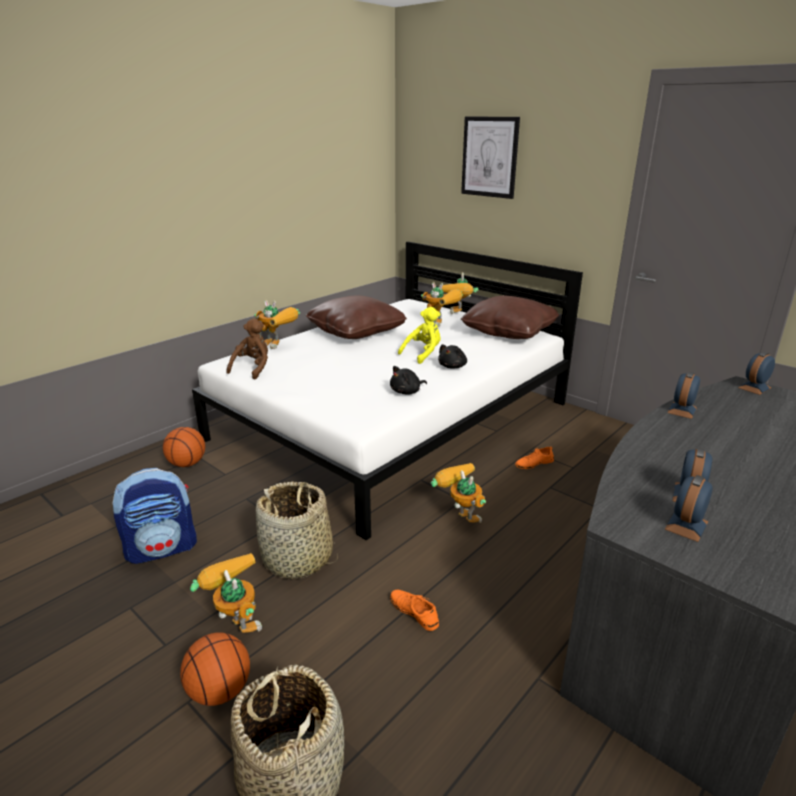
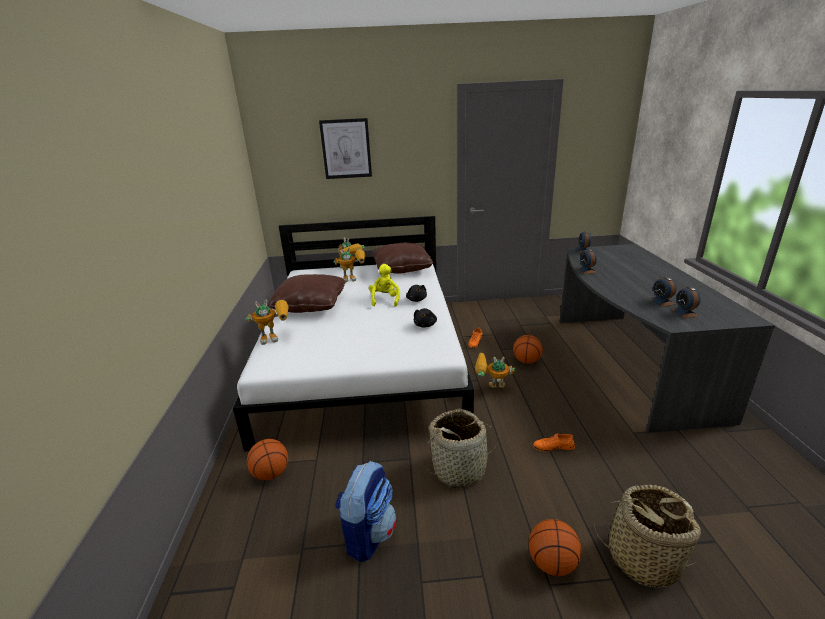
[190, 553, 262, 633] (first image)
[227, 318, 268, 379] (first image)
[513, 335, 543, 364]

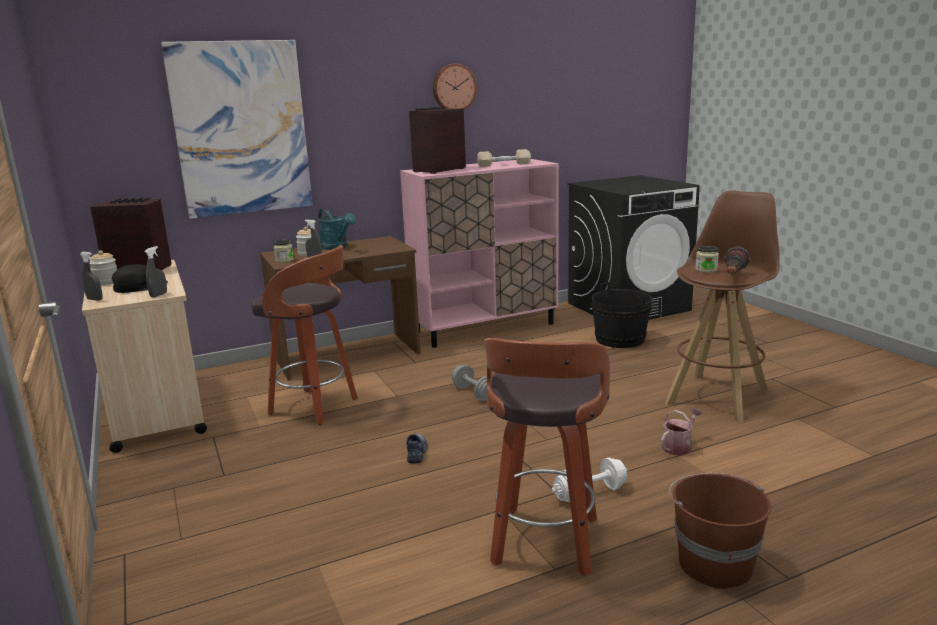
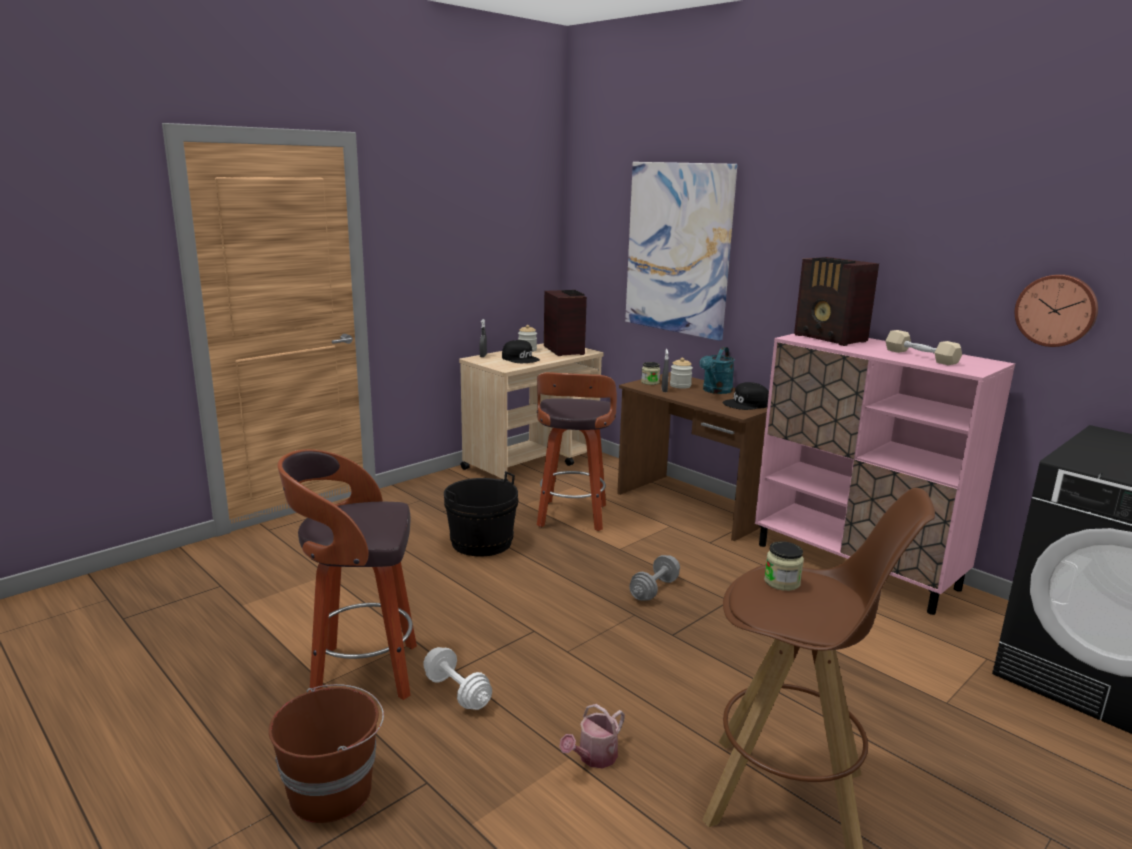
[145, 246, 167, 298] (first image)
[406, 433, 428, 464] (first image)
[794, 257, 879, 346]
[1015, 274, 1098, 347]
[444, 471, 518, 557]
[559, 704, 625, 768]
[724, 246, 750, 274] (first image)
[723, 382, 769, 410]

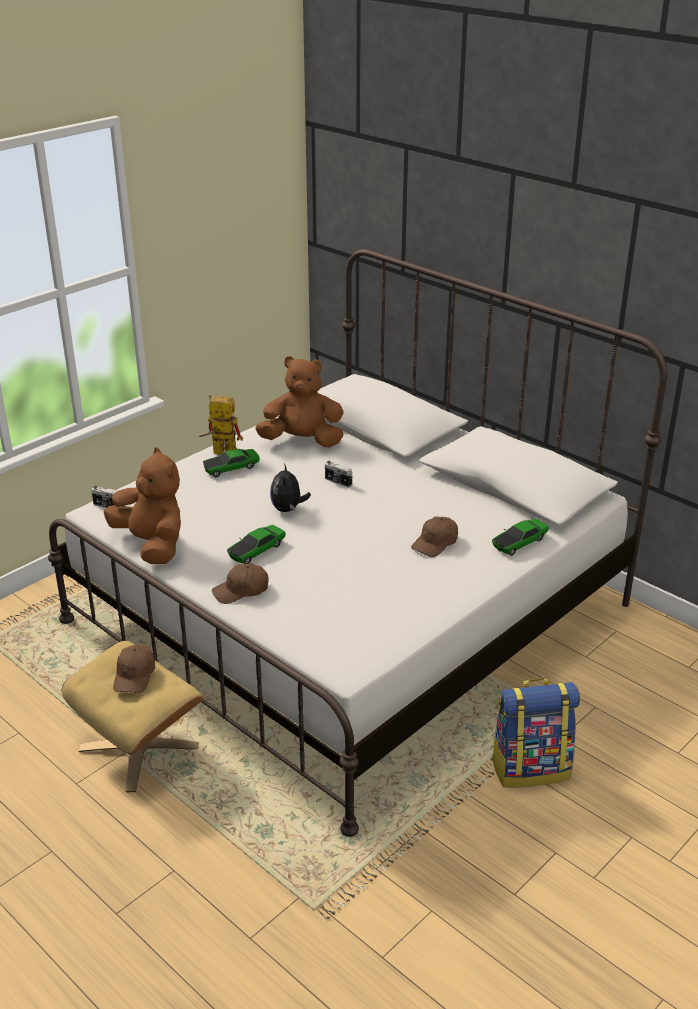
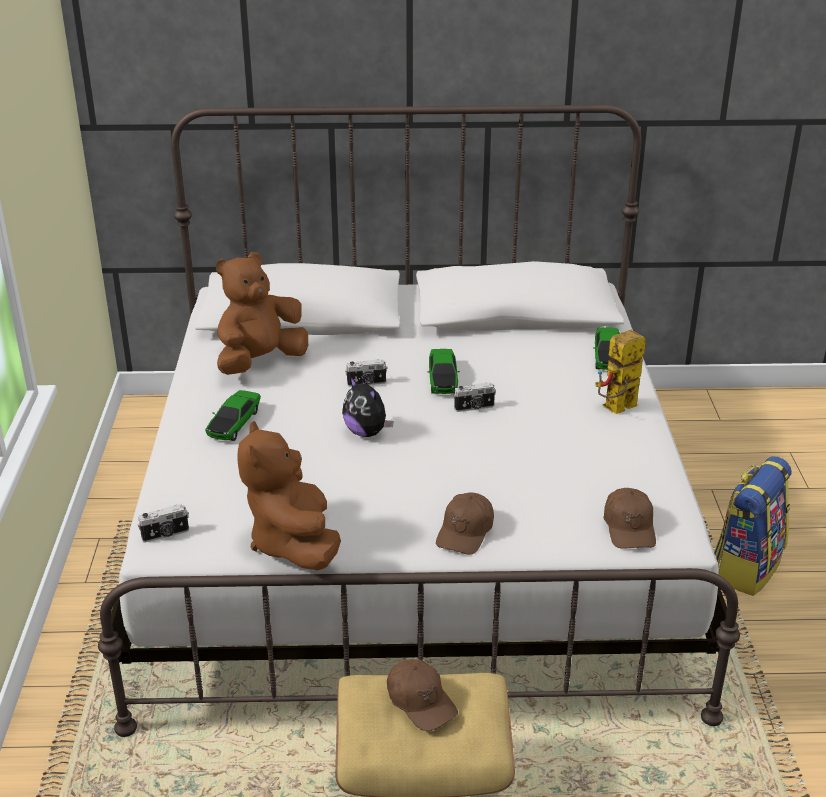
[238, 421, 341, 570]
[595, 330, 646, 414]
[427, 349, 460, 394]
[603, 488, 656, 549]
[453, 382, 496, 412]

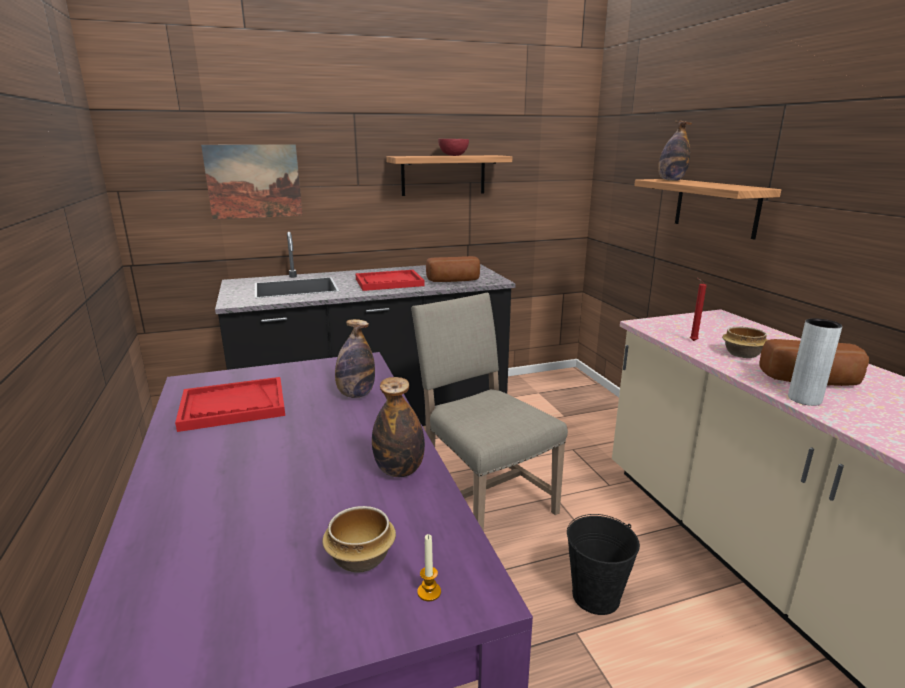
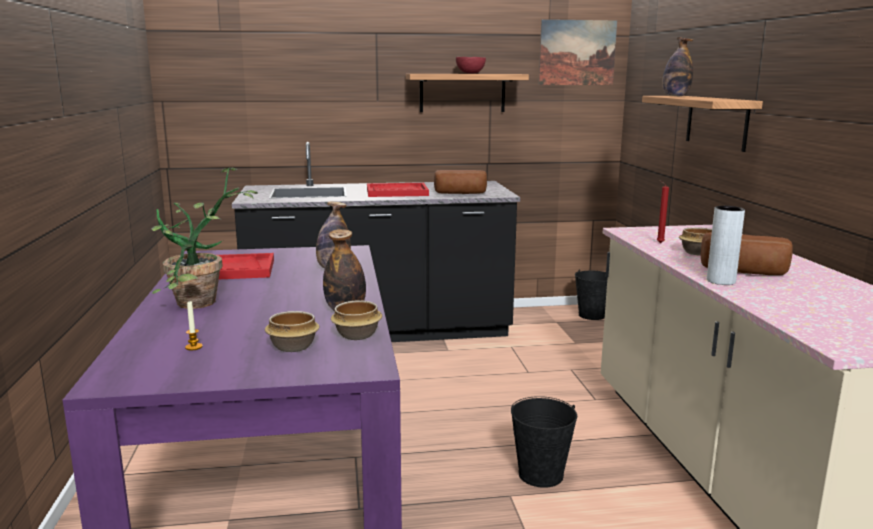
[539, 19, 617, 85]
[411, 293, 568, 532] (first image)
[185, 301, 203, 350]
[152, 167, 258, 309]
[331, 300, 382, 340]
[575, 270, 607, 320]

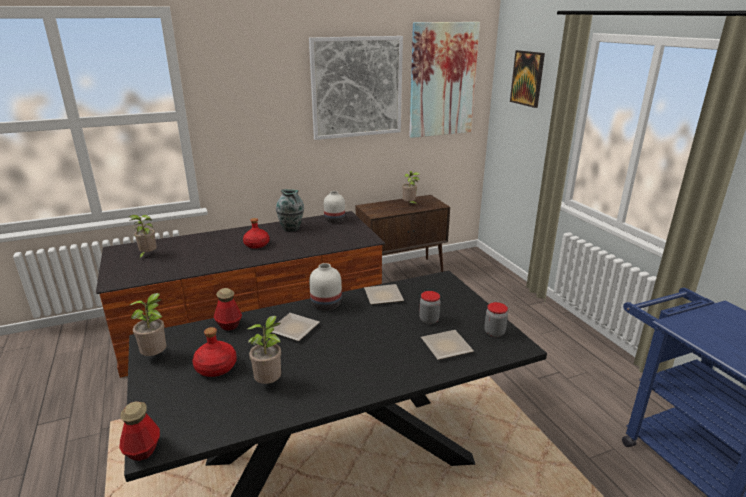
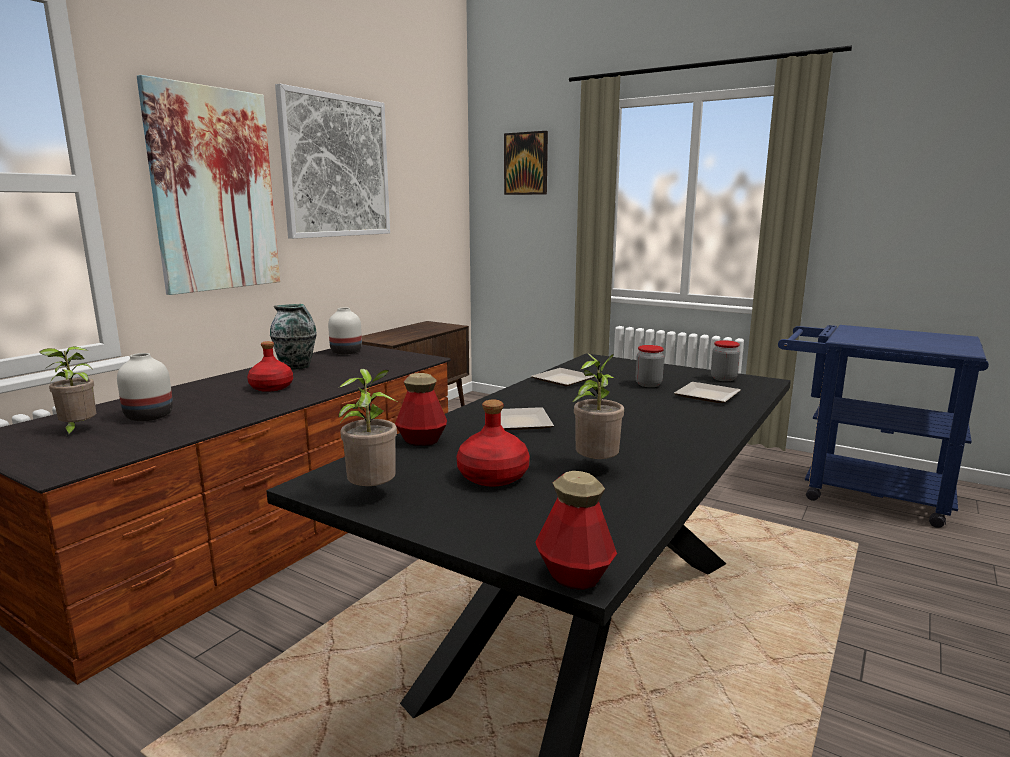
[117, 353, 173, 421]
[402, 171, 420, 205] (first image)
[137, 75, 280, 295]

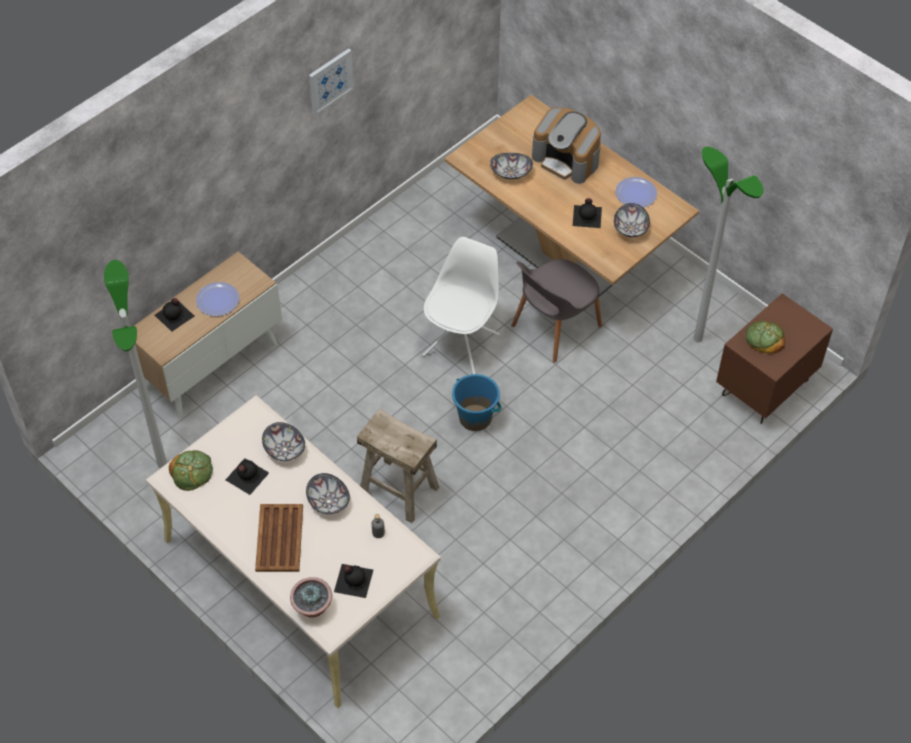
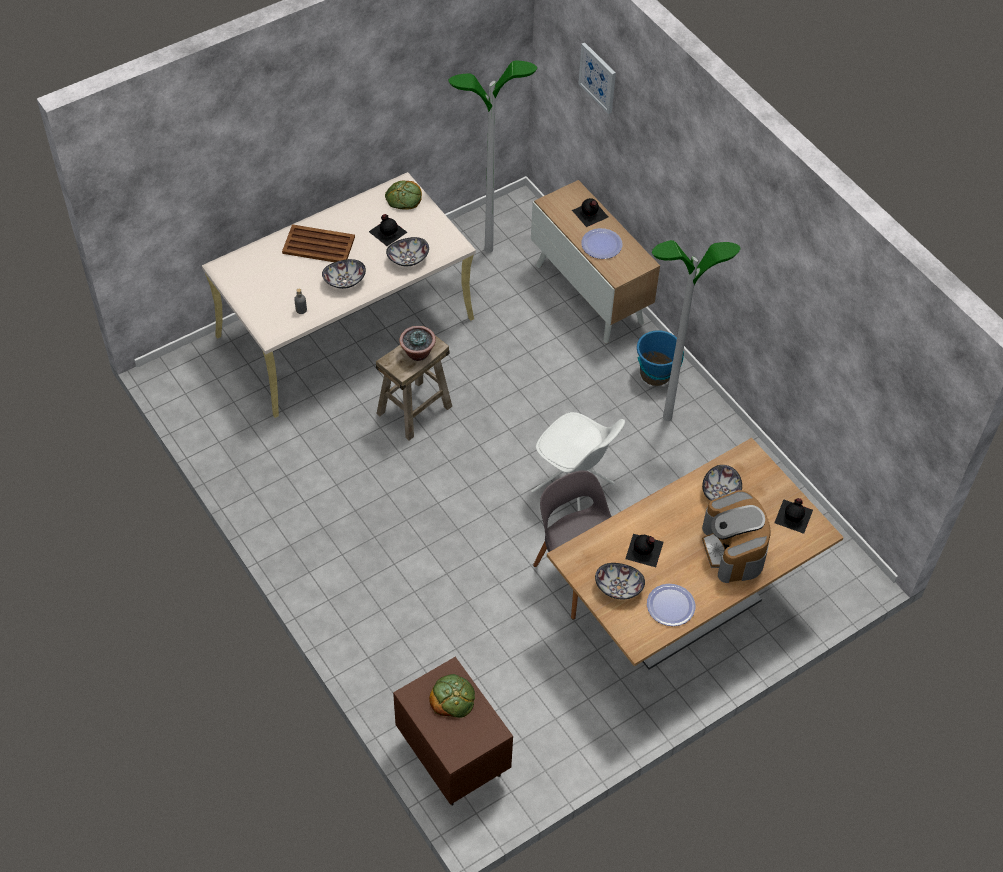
[399, 326, 436, 361]
[578, 43, 616, 114]
[774, 498, 813, 534]
[637, 330, 684, 386]
[702, 490, 770, 583]
[652, 240, 740, 421]

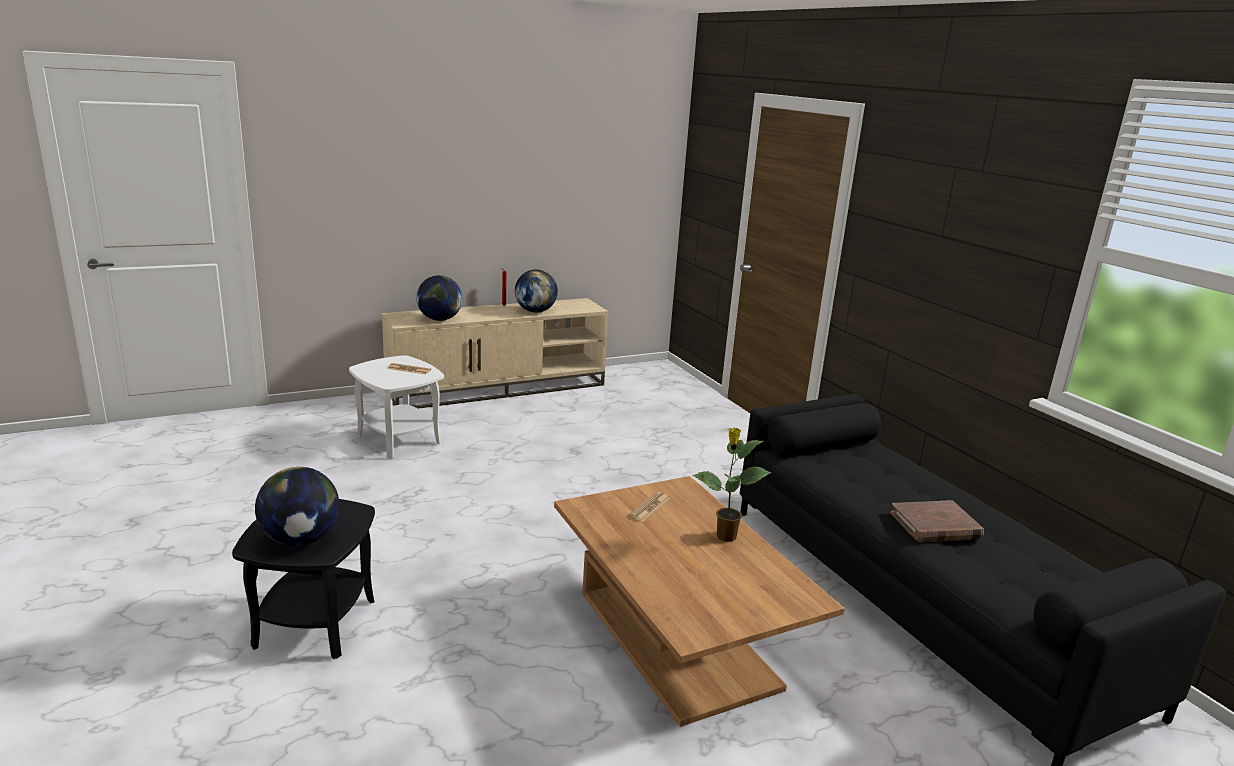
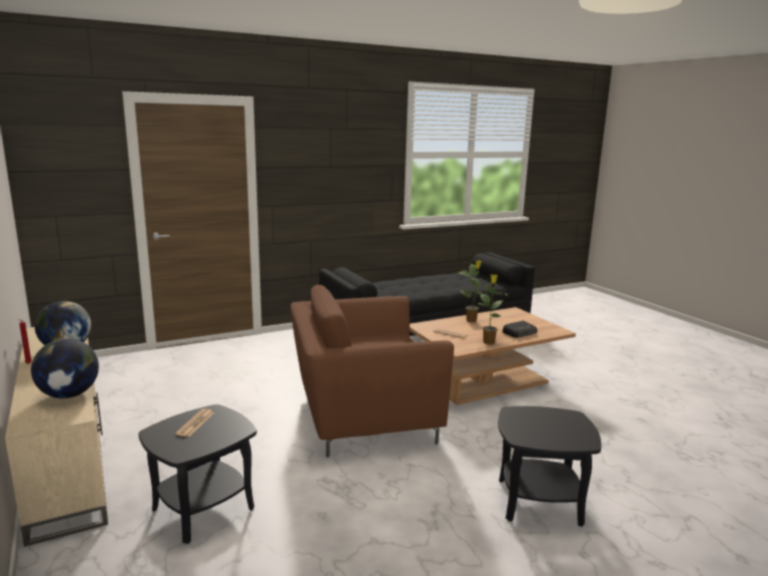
[255, 467, 339, 546] (first image)
[139, 404, 257, 544]
[890, 500, 984, 542] (first image)
[291, 285, 454, 457]
[478, 274, 507, 345]
[502, 321, 537, 338]

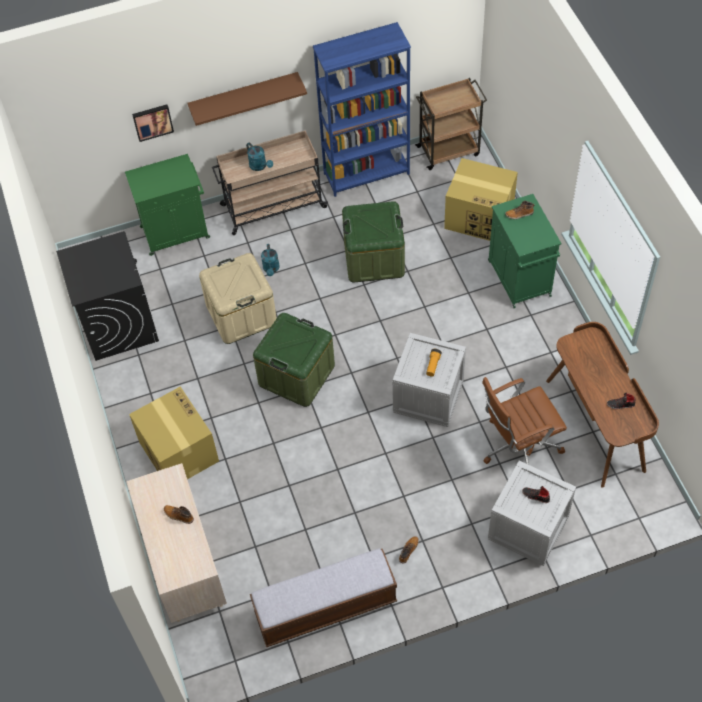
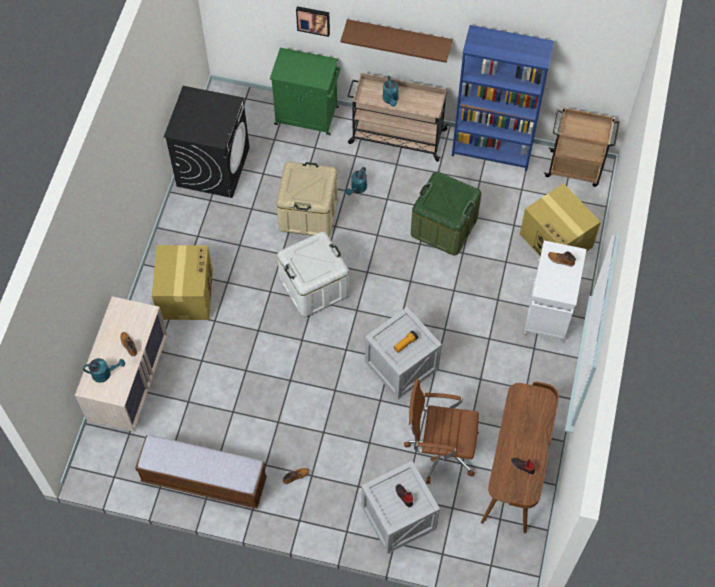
[277, 232, 349, 317]
[524, 240, 587, 343]
[83, 358, 125, 383]

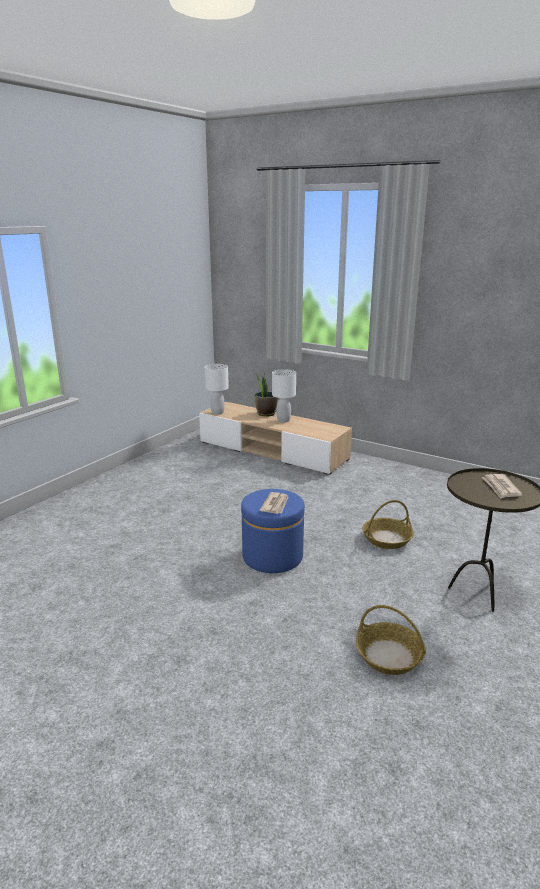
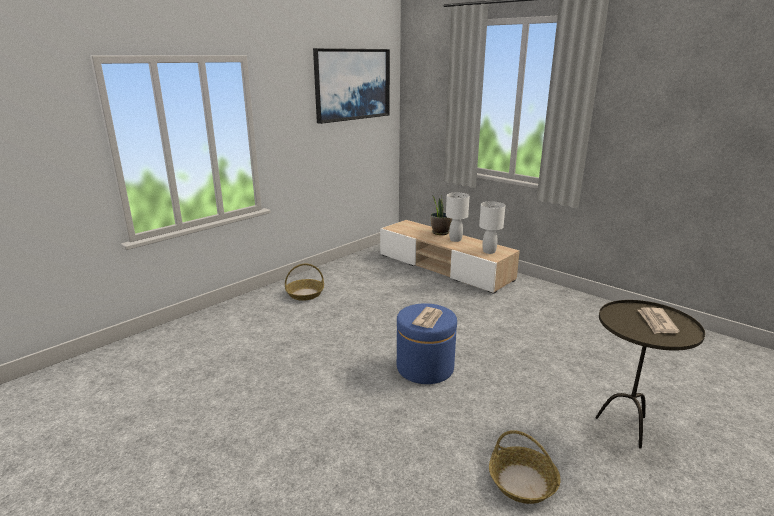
[479, 201, 505, 254]
[285, 264, 324, 301]
[313, 48, 390, 124]

